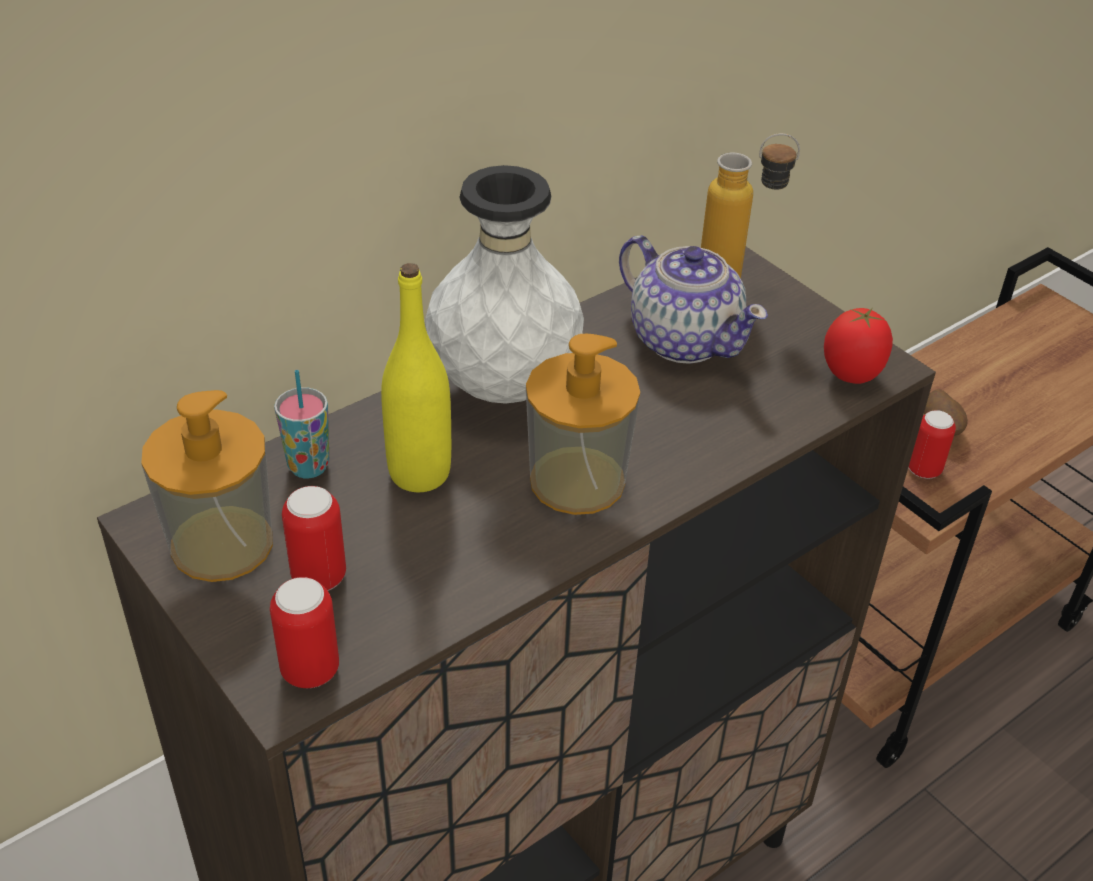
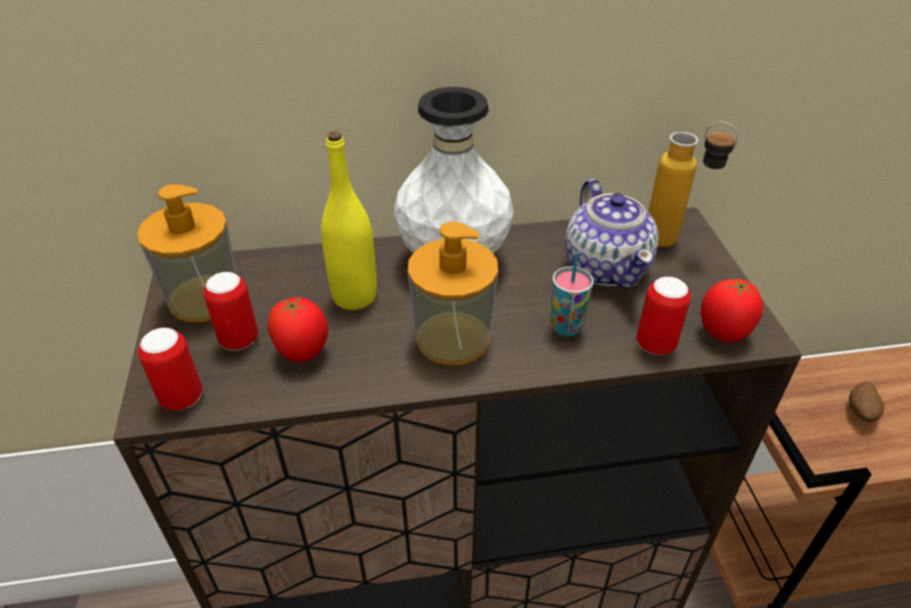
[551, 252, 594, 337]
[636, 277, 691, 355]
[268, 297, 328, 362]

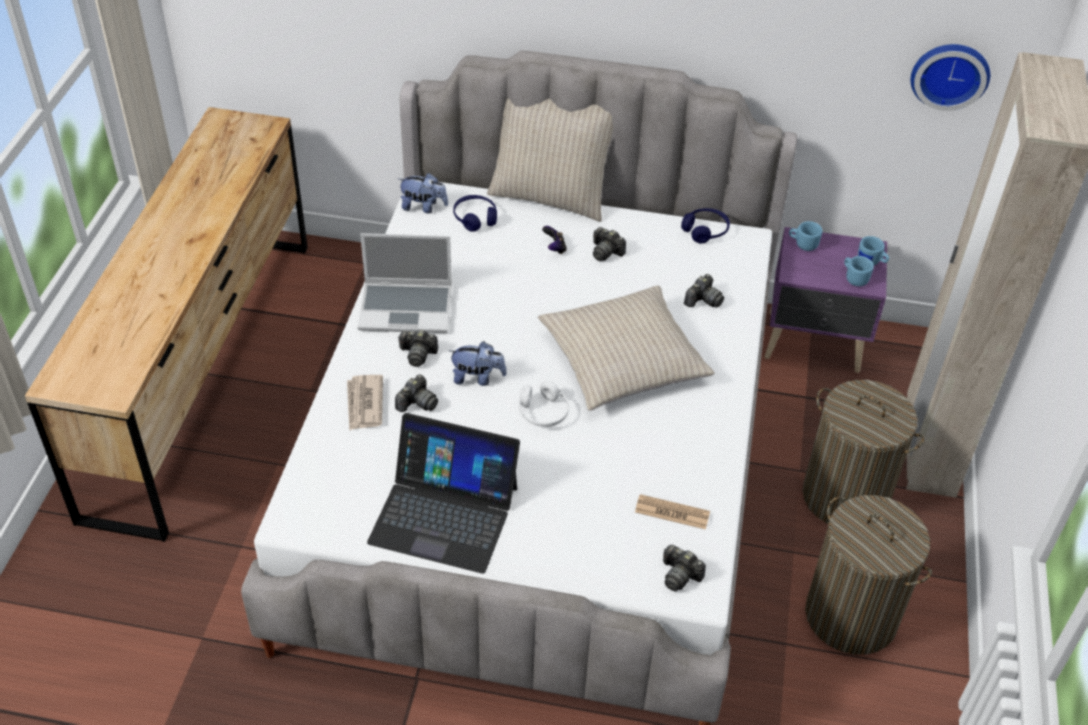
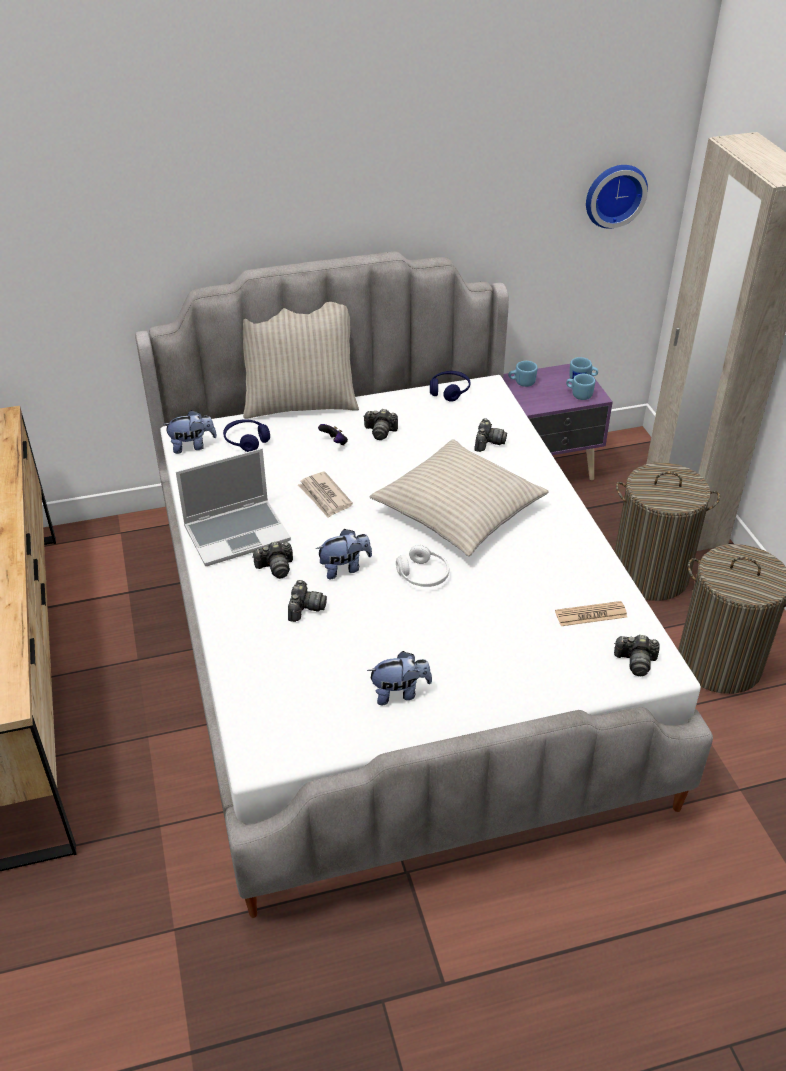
[298, 471, 353, 518]
[367, 651, 432, 705]

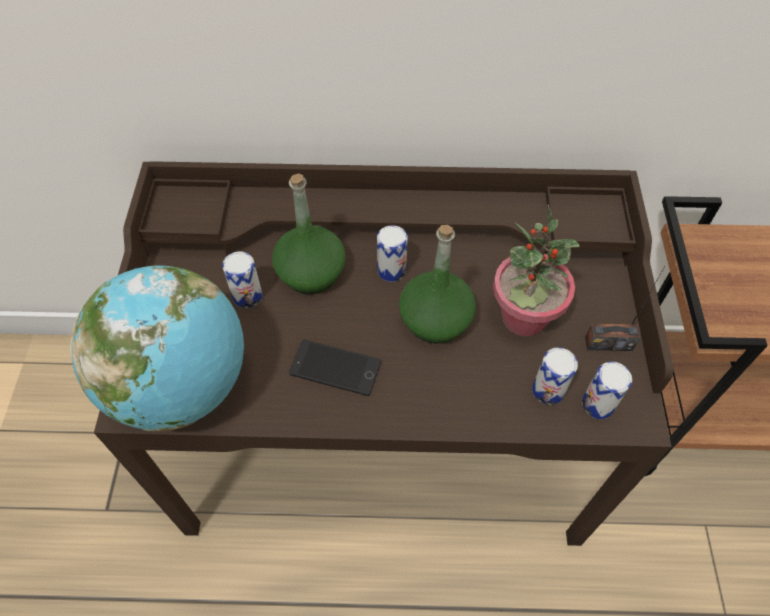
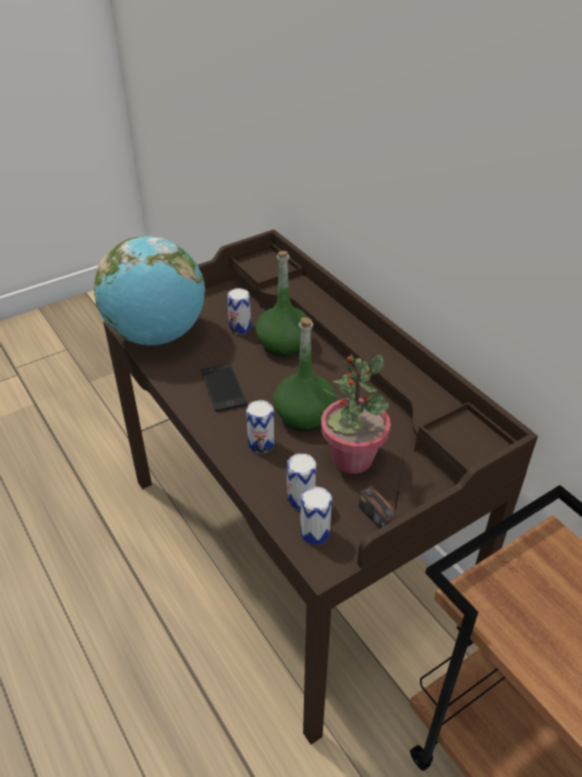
[246, 400, 274, 454]

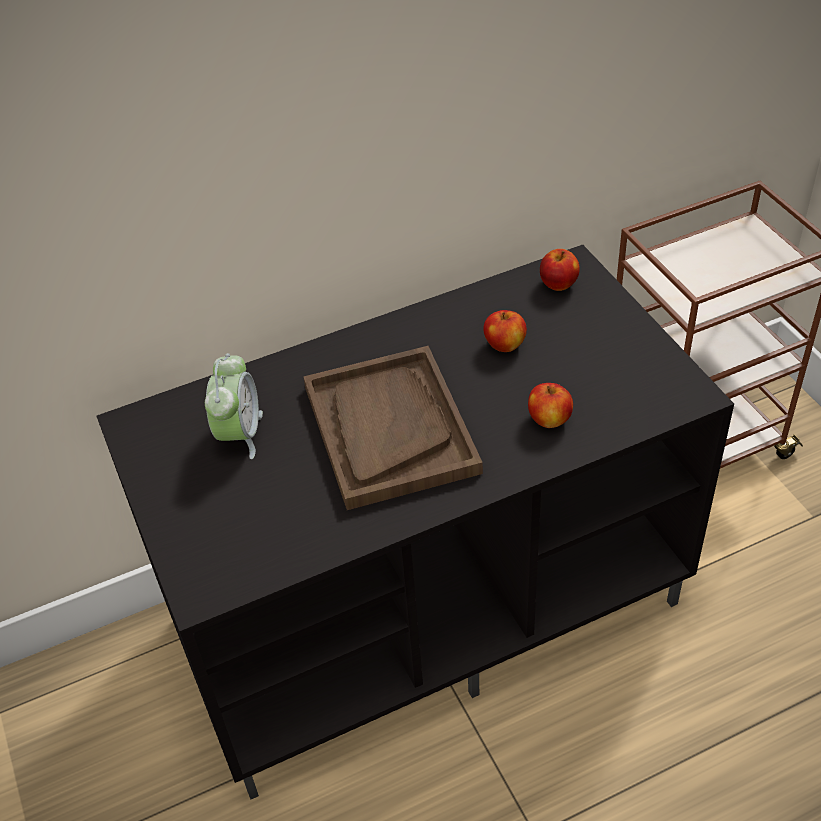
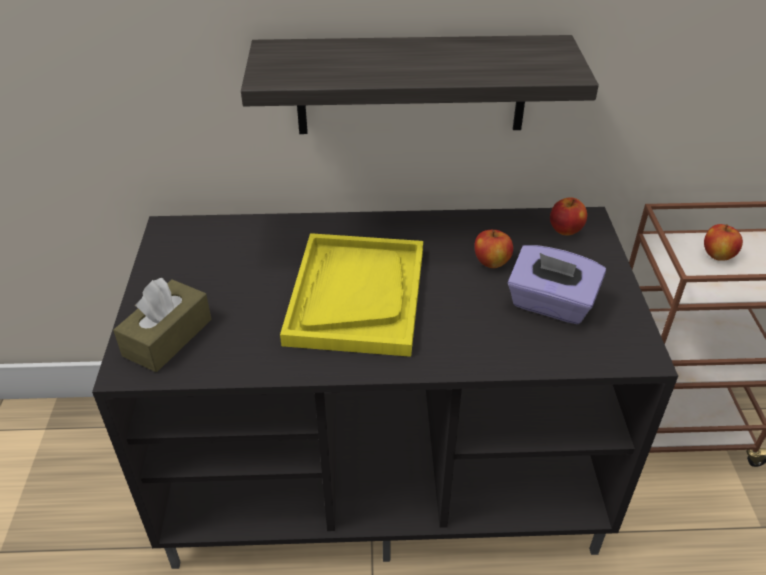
[205, 353, 263, 459] (first image)
[280, 233, 423, 357]
[704, 224, 743, 261]
[113, 278, 212, 372]
[241, 35, 599, 134]
[507, 245, 606, 324]

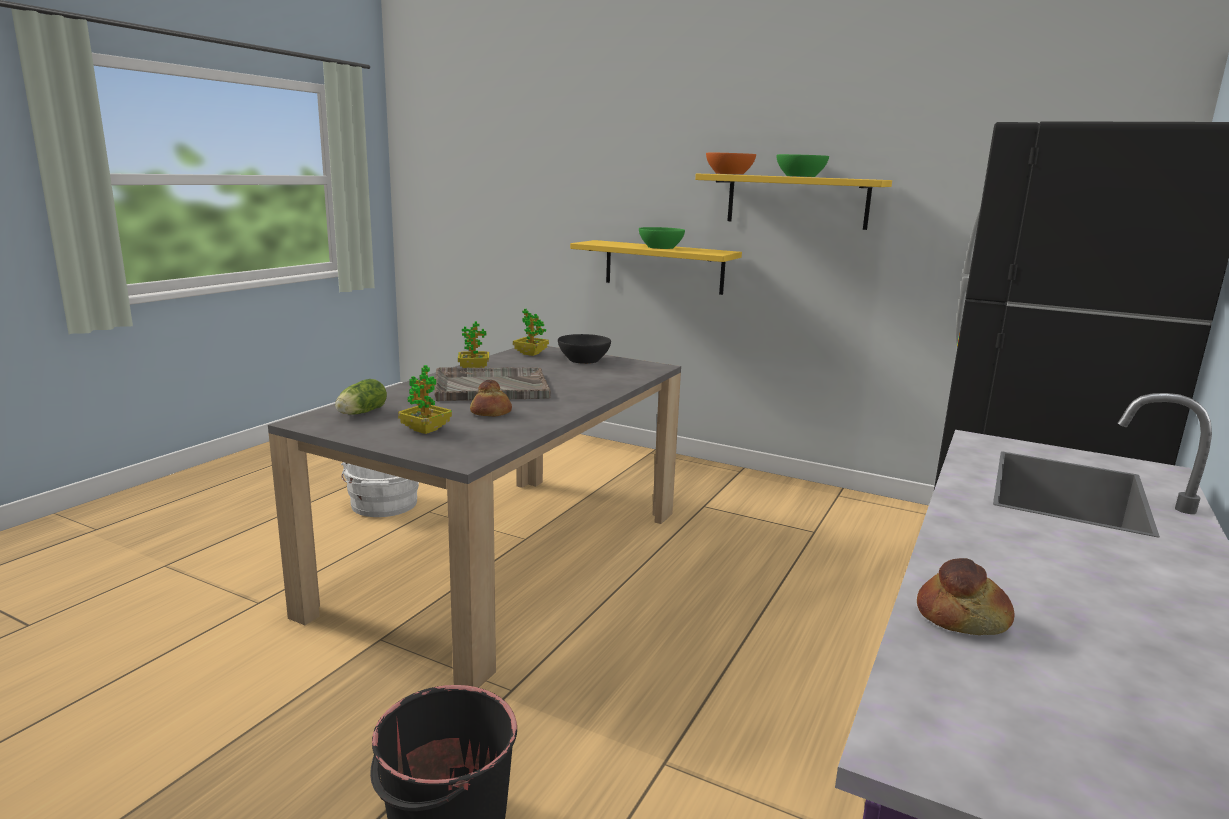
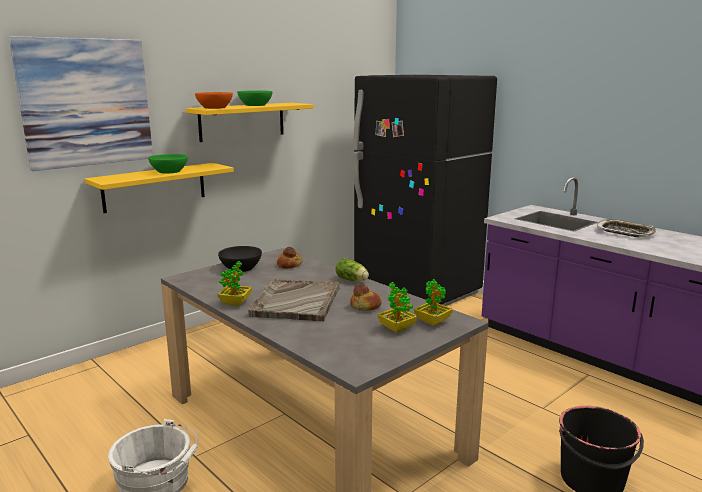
[335, 258, 369, 281]
[414, 279, 453, 326]
[277, 247, 303, 269]
[9, 36, 153, 171]
[597, 219, 656, 237]

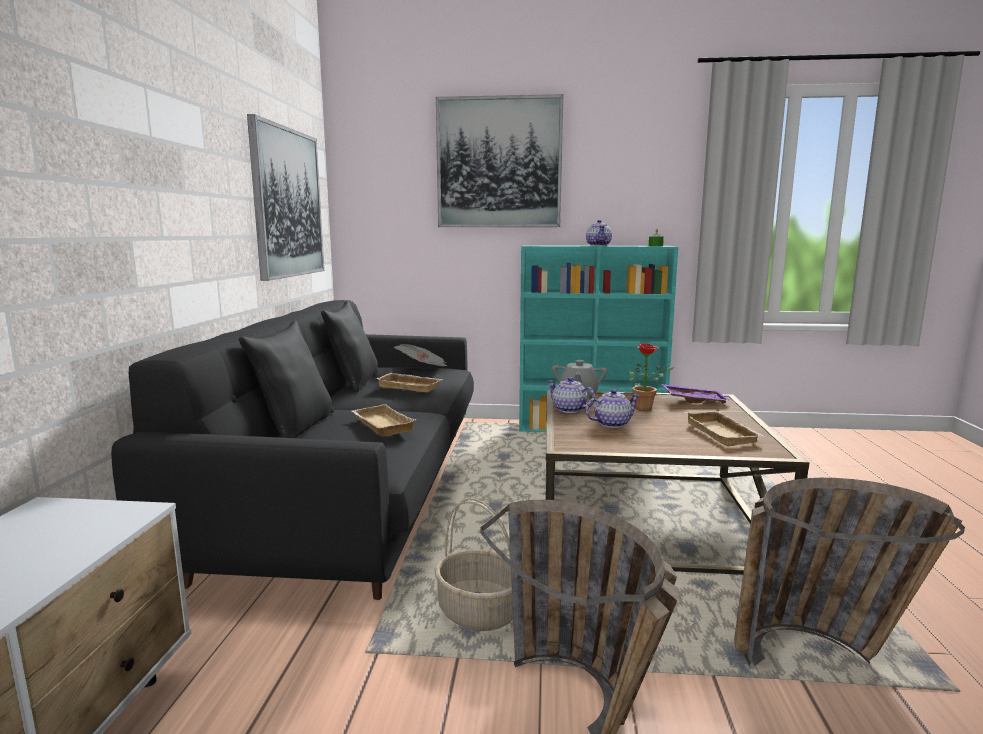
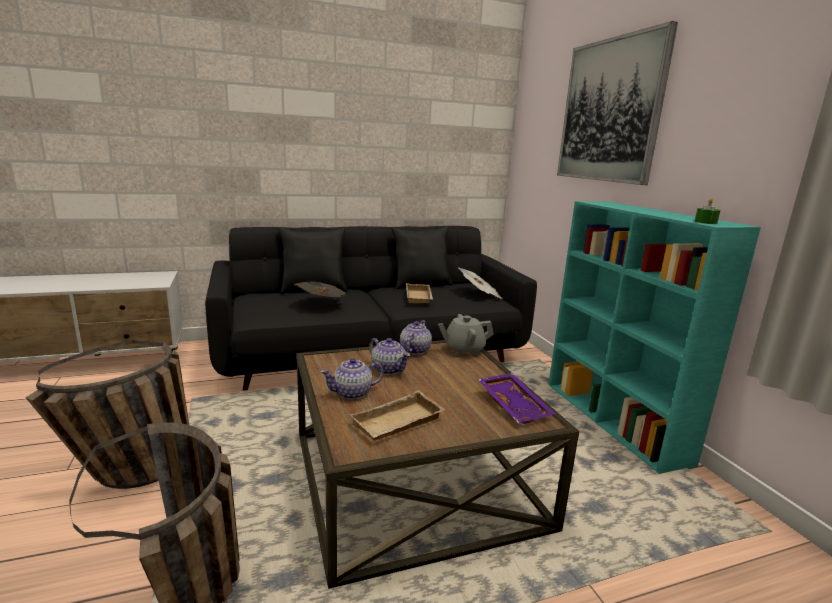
[247, 114, 324, 281] (first image)
[294, 282, 346, 297]
[434, 498, 513, 631] (first image)
[320, 358, 383, 400]
[628, 343, 674, 411] (first image)

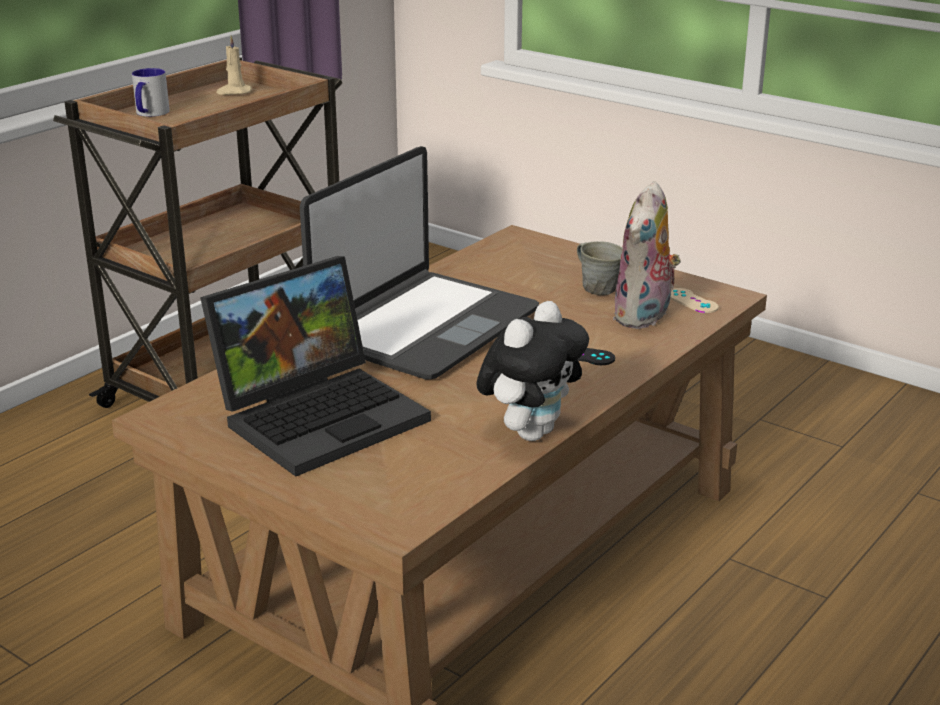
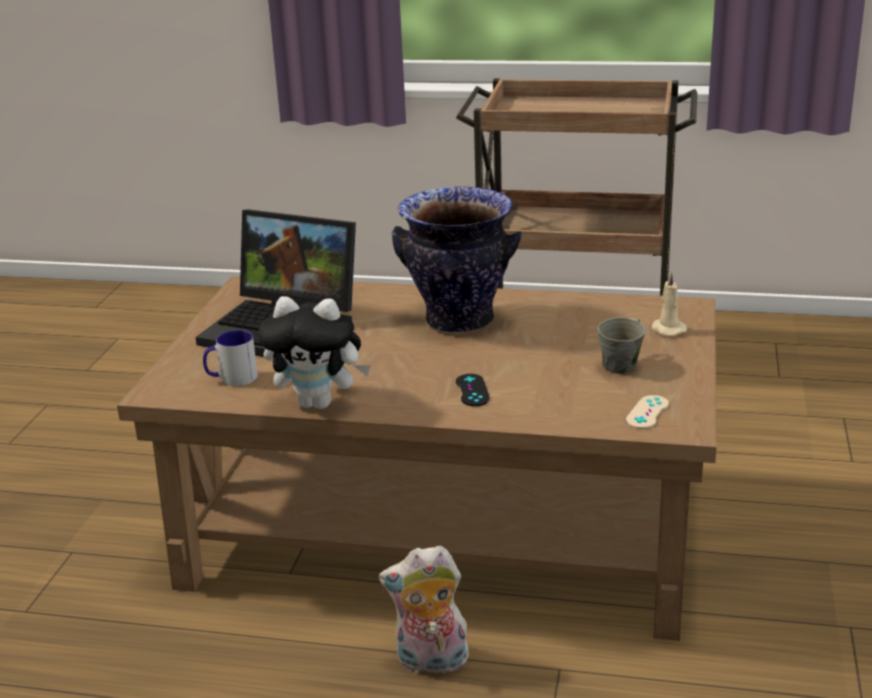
[203, 330, 258, 386]
[651, 272, 687, 336]
[392, 187, 522, 333]
[379, 546, 470, 674]

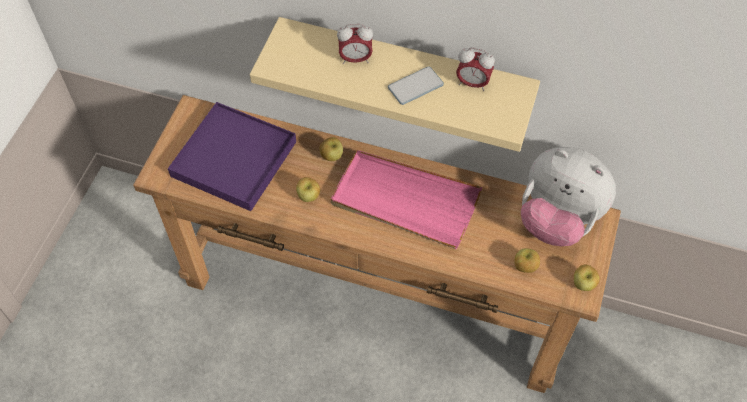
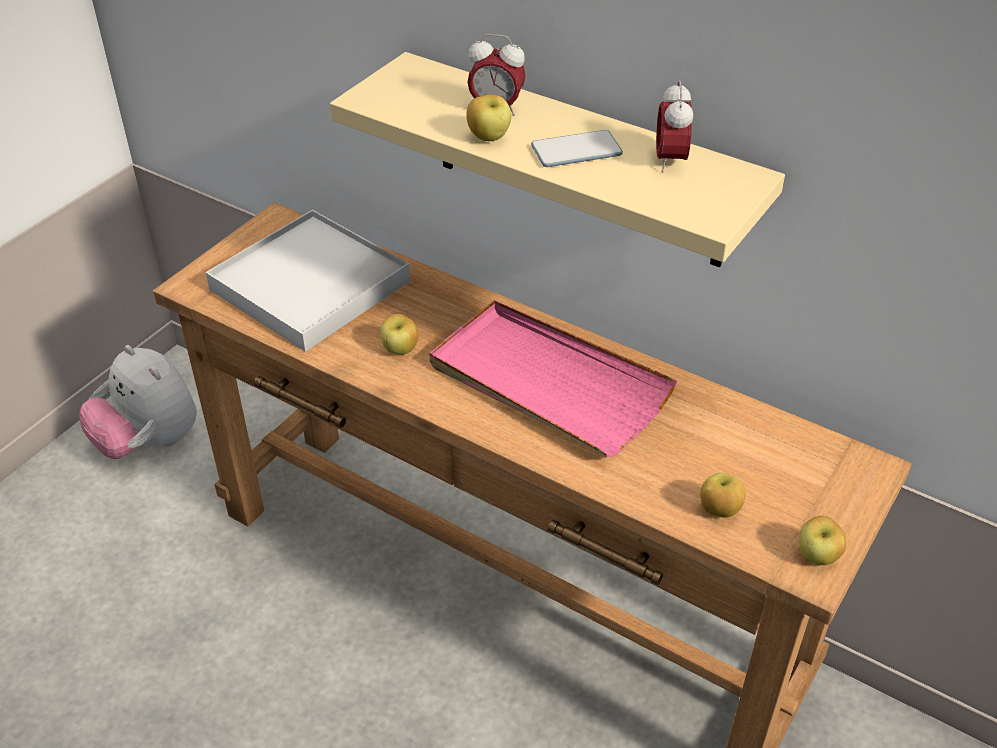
[206, 210, 411, 352]
[466, 94, 511, 141]
[656, 80, 694, 173]
[80, 345, 197, 459]

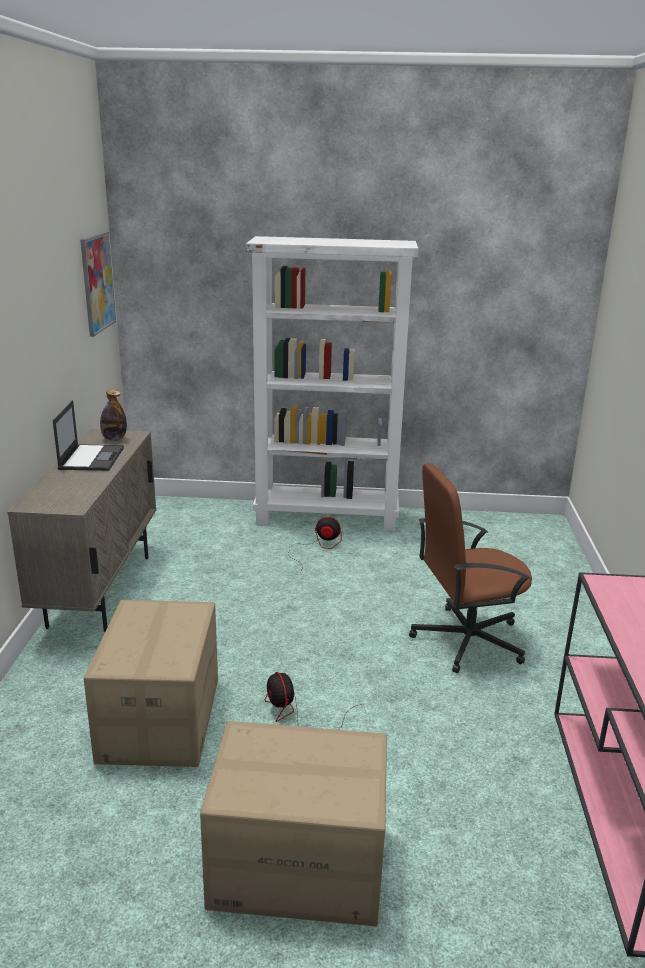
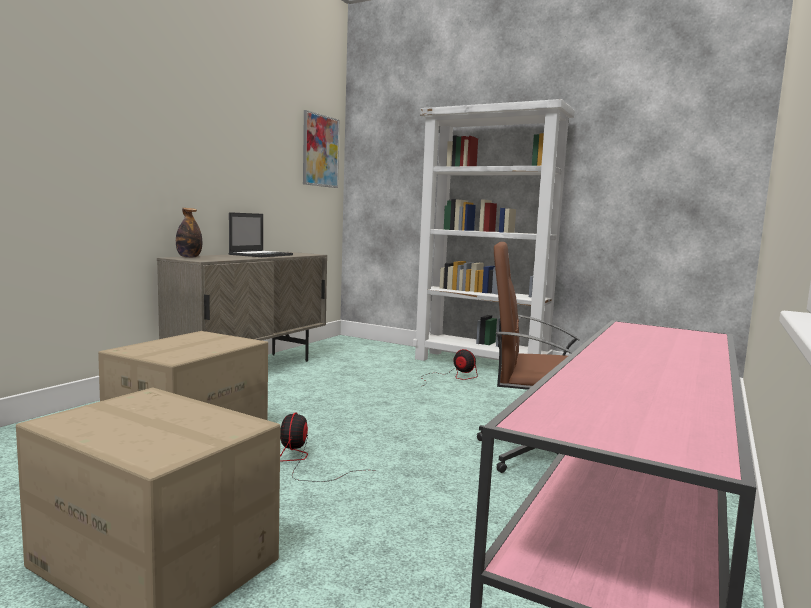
[176, 208, 202, 258]

